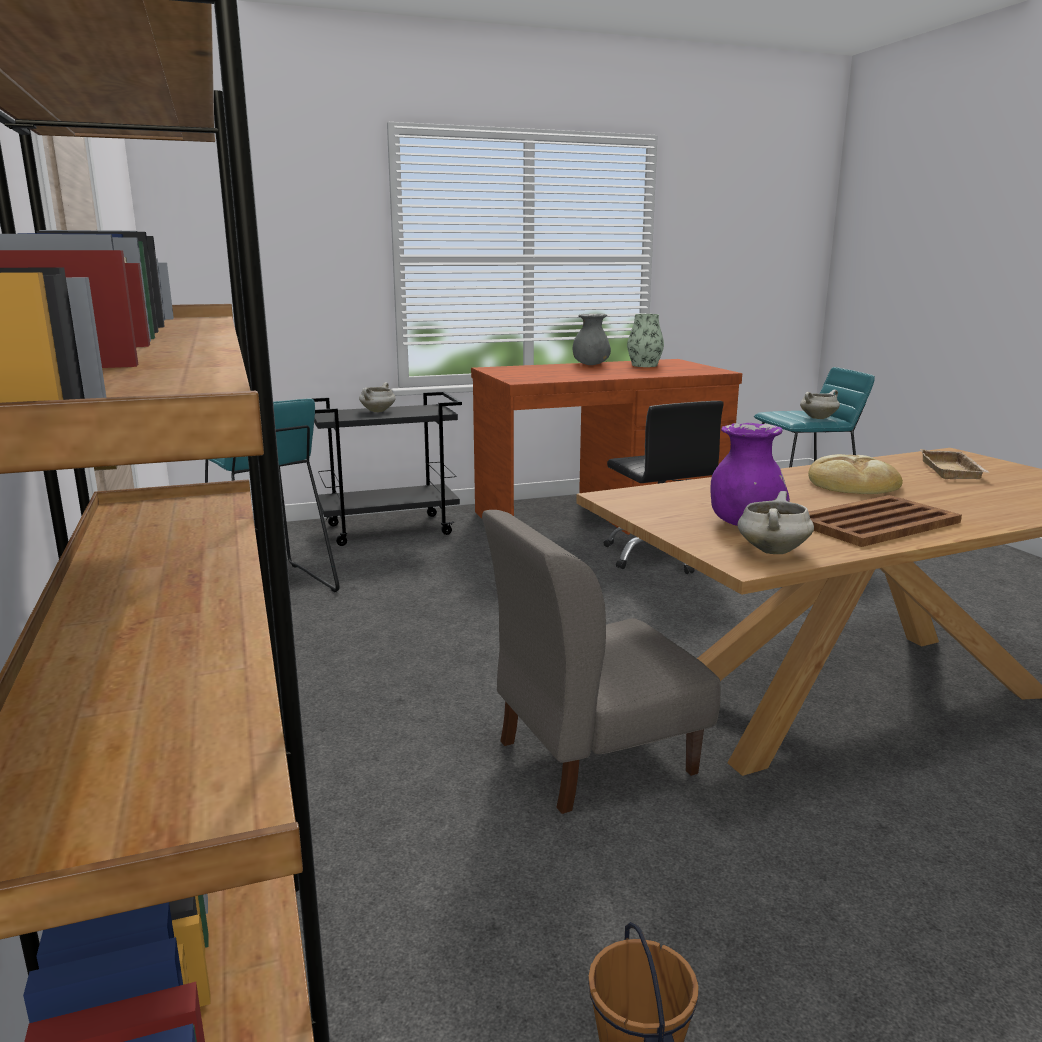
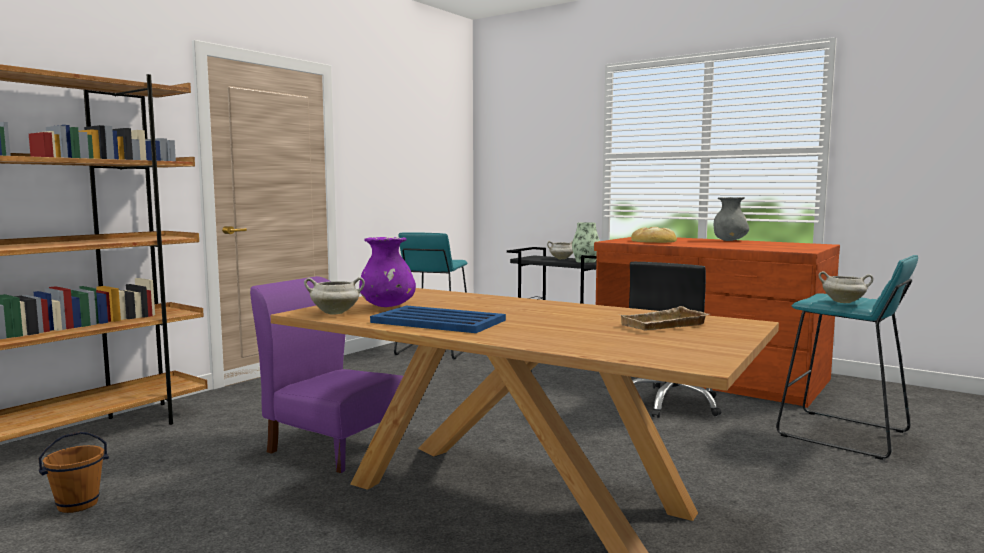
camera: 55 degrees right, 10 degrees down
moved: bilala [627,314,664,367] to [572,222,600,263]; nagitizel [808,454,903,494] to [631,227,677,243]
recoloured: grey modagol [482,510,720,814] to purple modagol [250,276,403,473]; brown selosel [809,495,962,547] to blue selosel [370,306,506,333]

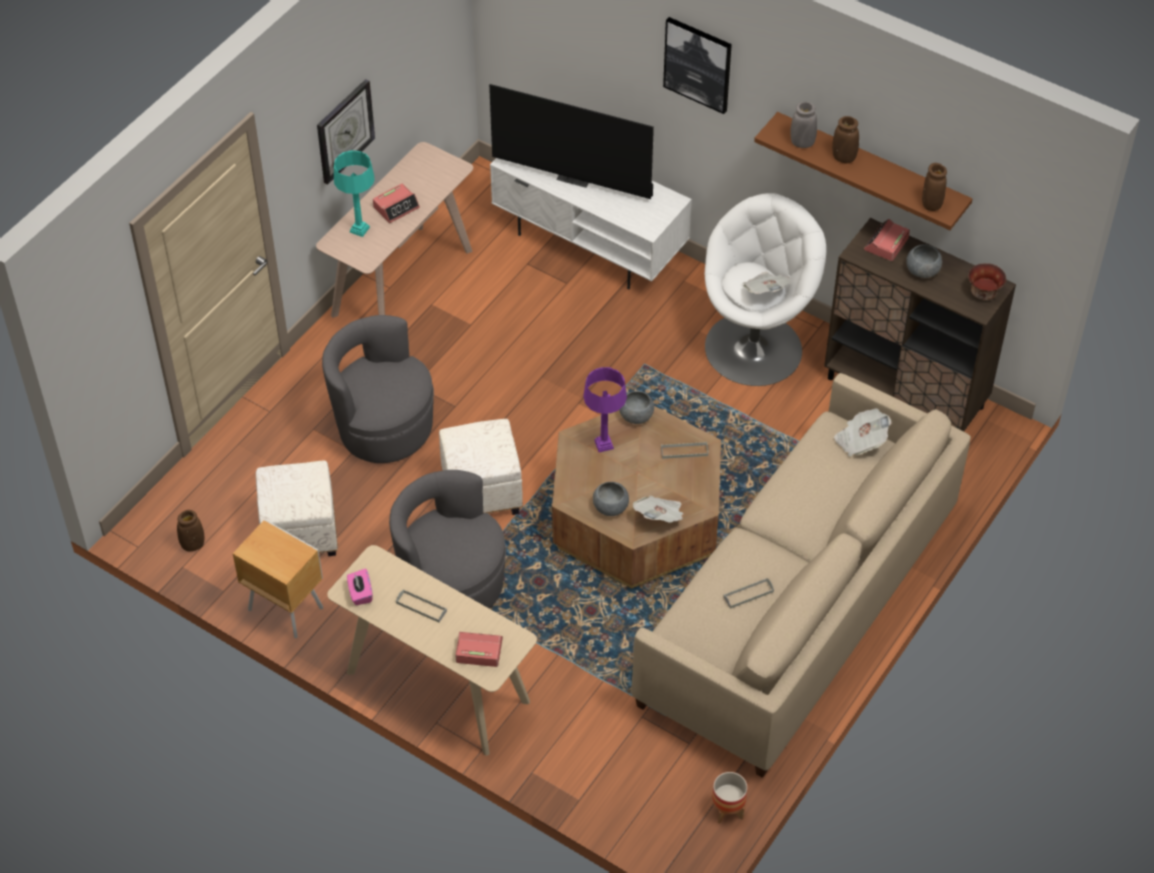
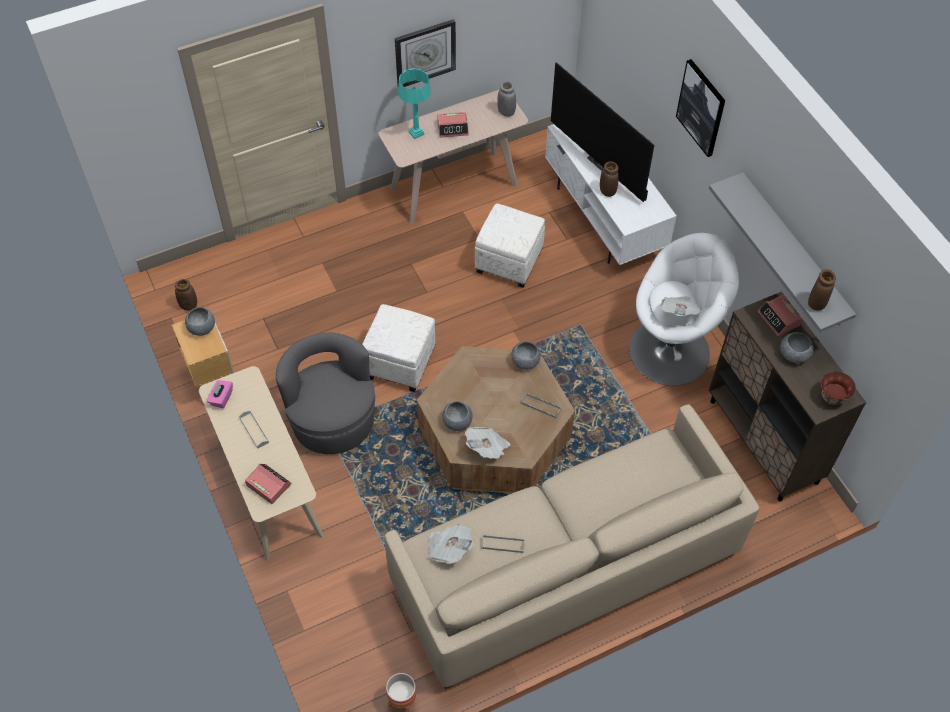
camera: 30 degrees right, 5 degrees up
removed: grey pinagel [322,315,434,463]; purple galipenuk [583,367,627,452]
added: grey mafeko [185,307,215,336]
moved: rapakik [834,408,892,457] to [428,524,473,564]; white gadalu [256,461,338,556] to [475,203,545,288]; grey bilala [790,102,817,148] to [497,81,516,117]; brown bilala [832,116,859,163] to [600,161,619,197]
recoloured: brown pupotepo [754,112,973,230] to grey pupotepo [709,172,856,333]
turned: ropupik [864,219,910,261] = [758,296,802,336] 90 degrees counterclockwise

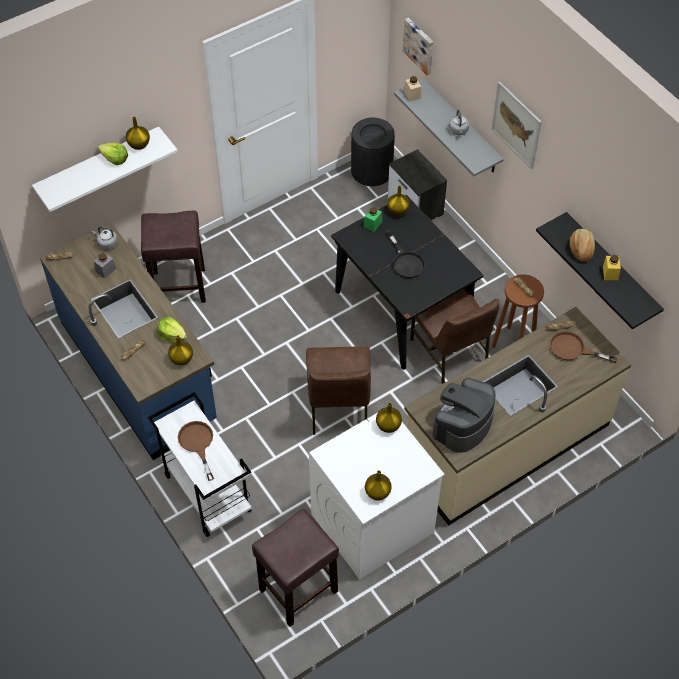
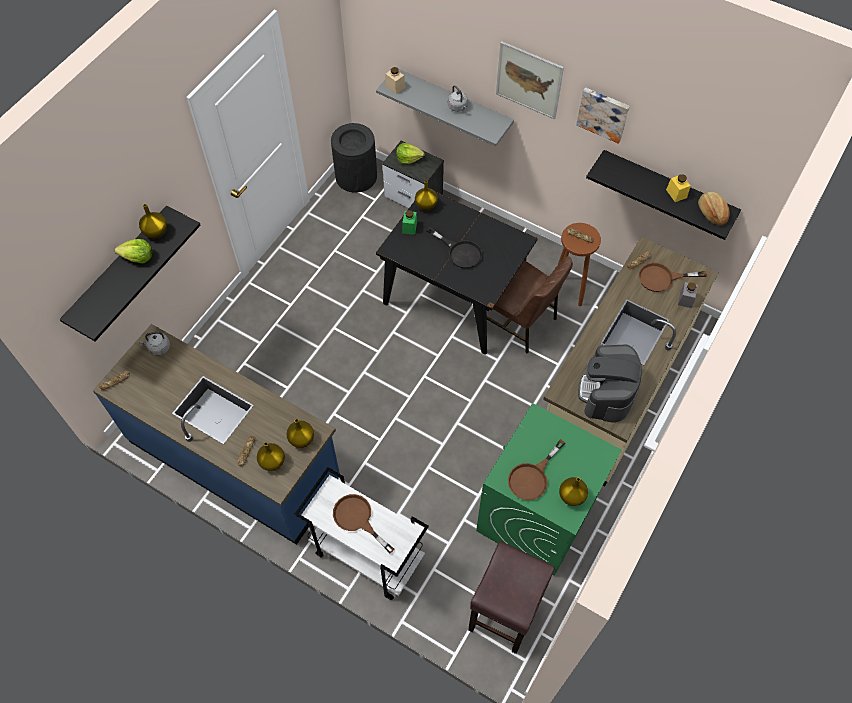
camera: 25 degrees left, 5 degrees up
removed: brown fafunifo [141,211,206,303]; brown modagol [306,346,371,435]
added: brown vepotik [508,439,565,500]
moved: yellow bilala [376,402,402,433] to [257,442,285,471]; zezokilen [157,317,187,342] to [396,143,425,164]; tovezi [403,18,433,76] to [576,87,630,144]; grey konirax [94,253,116,279] to [678,282,698,308]; nagitizel [570,229,595,262] to [698,192,729,225]
recoloured: white pupotepo [32,127,178,212] to black pupotepo [59,206,201,341]; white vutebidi [309,413,445,580] to green vutebidi [476,403,622,576]

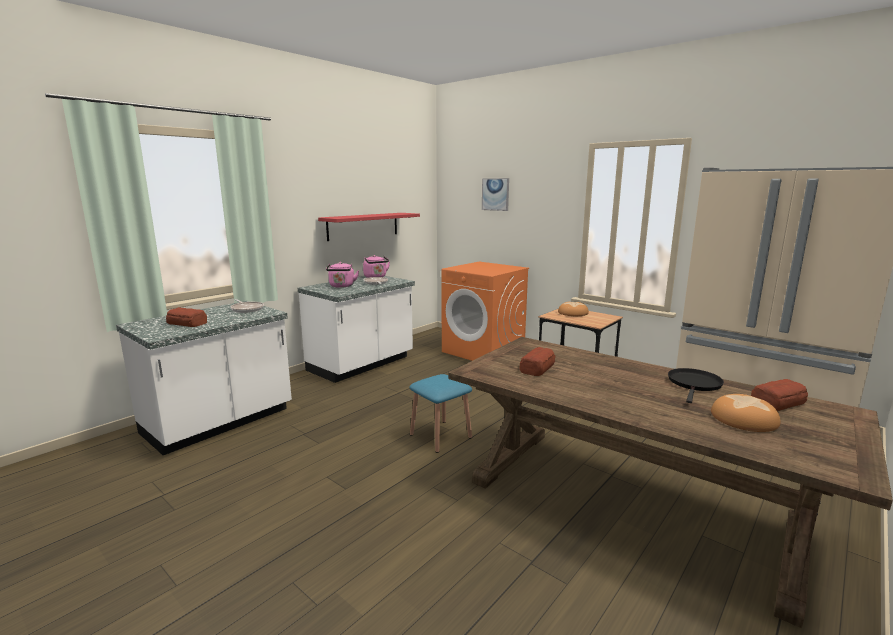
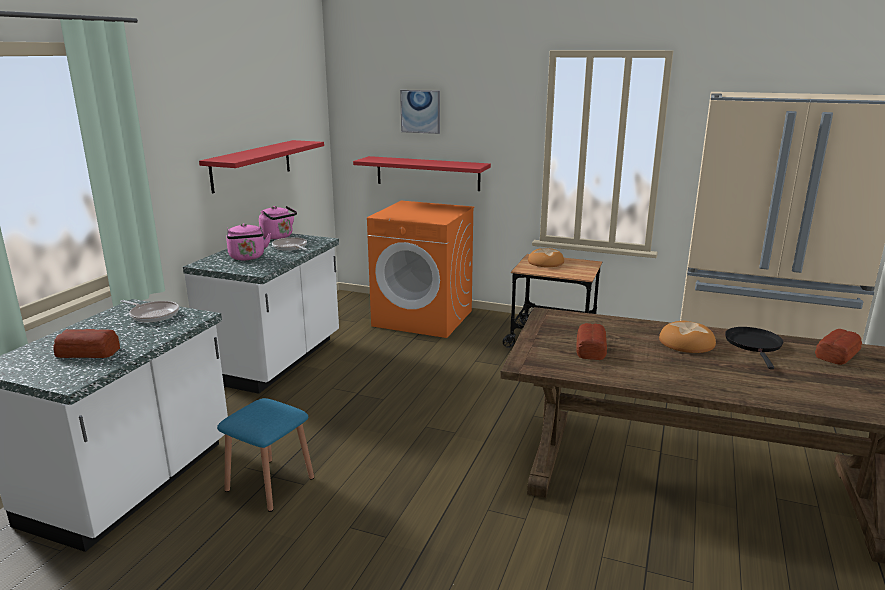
camera: 20 degrees left, 5 degrees up
added: red pupotepo [353,156,491,191]
moved: blue fafunifo [409,374,472,453] to [217,398,314,512]; nagitizel [711,394,780,432] to [659,321,716,353]

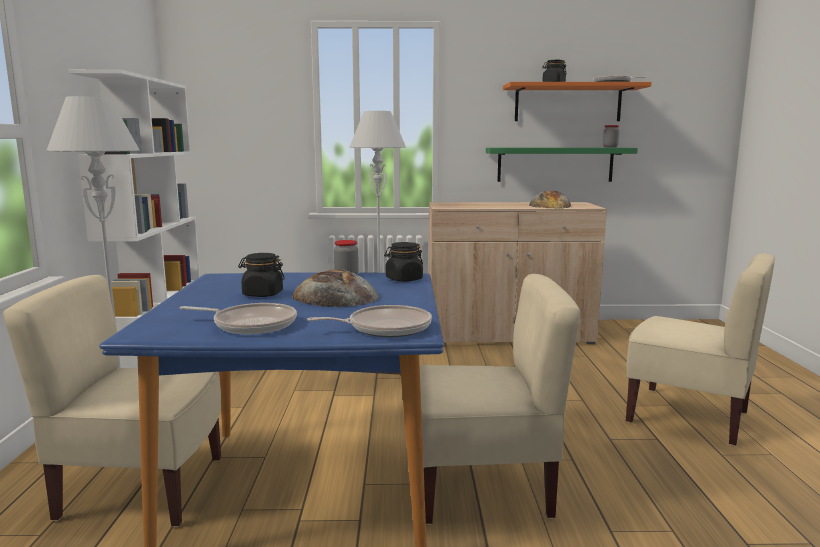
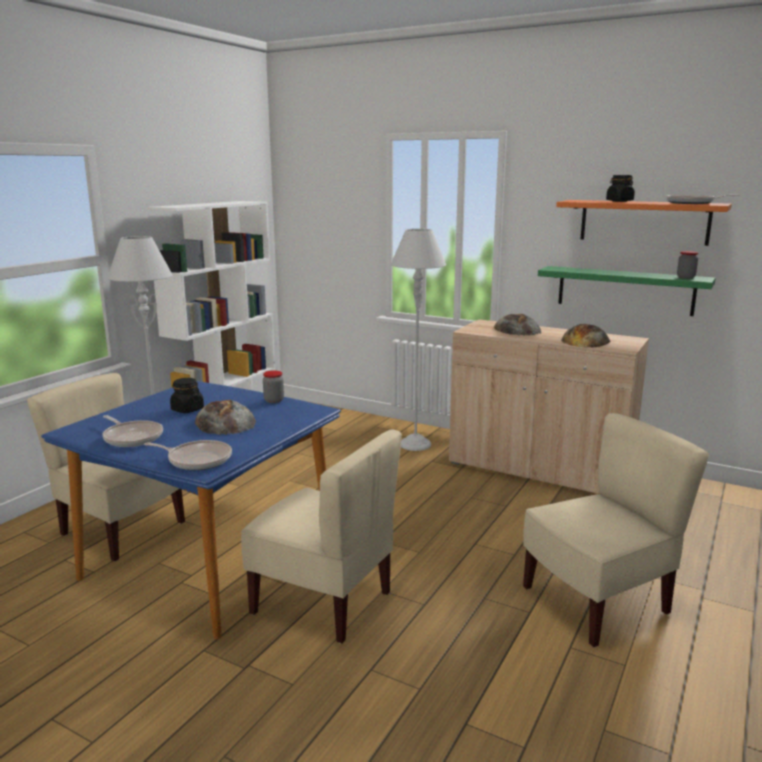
camera: 30 degrees right, 5 degrees up
removed: black konirax [384,242,423,282]
added: nagitizel [494,314,541,336]
turned: beige modagol [626,253,775,446] = [523,413,709,647] 90 degrees counterclockwise

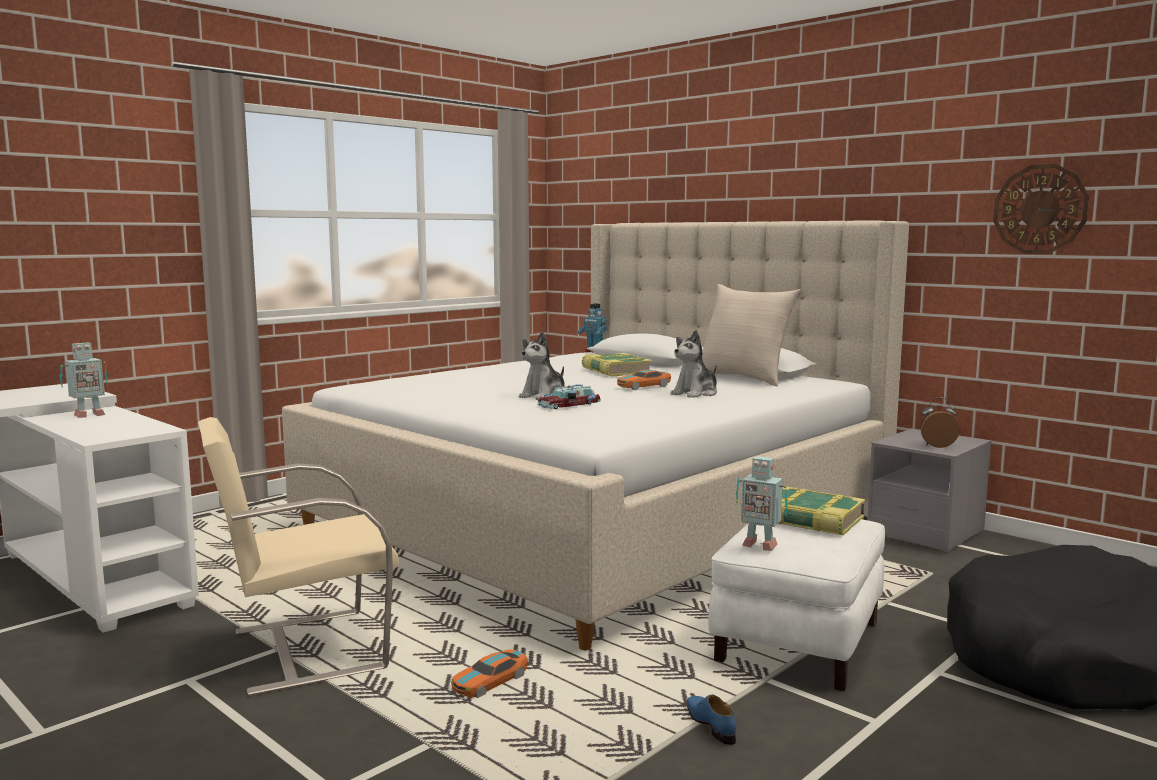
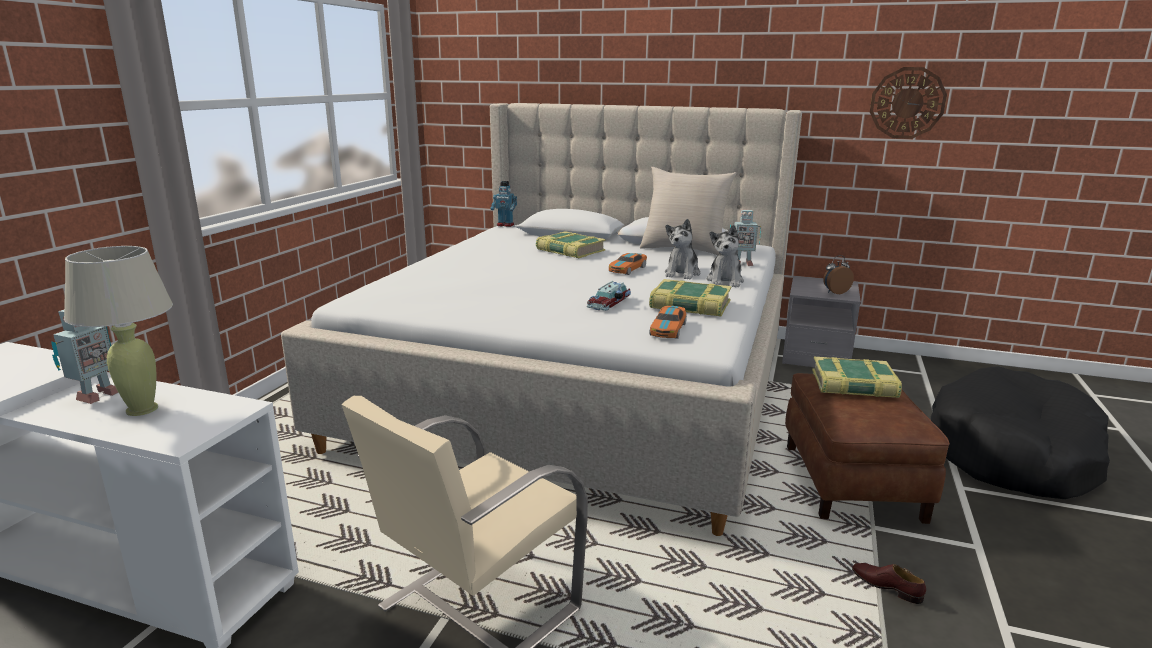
camera: 25 degrees left, 10 degrees up
added: beige galipenuk [64,246,173,416]; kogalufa [649,279,732,317]
moved: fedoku [451,649,528,698] to [650,306,687,339]; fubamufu [519,332,565,400] to [707,225,744,287]; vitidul [736,456,788,551] to [730,210,761,266]
recoloured: white gadalu [708,519,885,691] to brown gadalu [785,373,950,524]; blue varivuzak [687,695,737,745] to brown varivuzak [852,563,926,604]

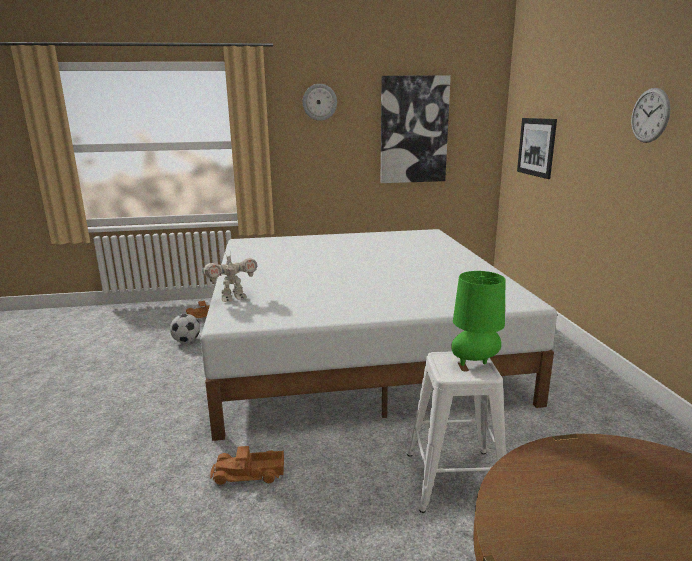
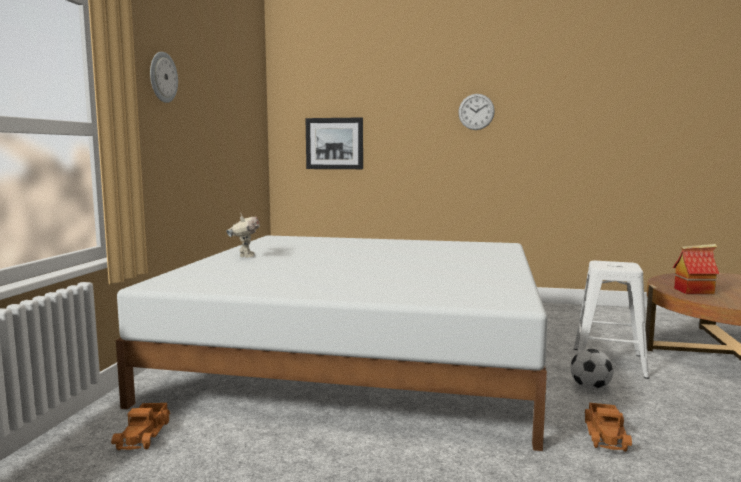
camera: 70 degrees left, 10 degrees down
removed: tovezi [381,75,451,183]; green galipenuk [451,271,506,366]
added: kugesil [673,244,719,294]
moved: vitidul [202,253,257,302] to [227,213,260,258]; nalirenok [170,314,200,343] to [570,349,614,390]

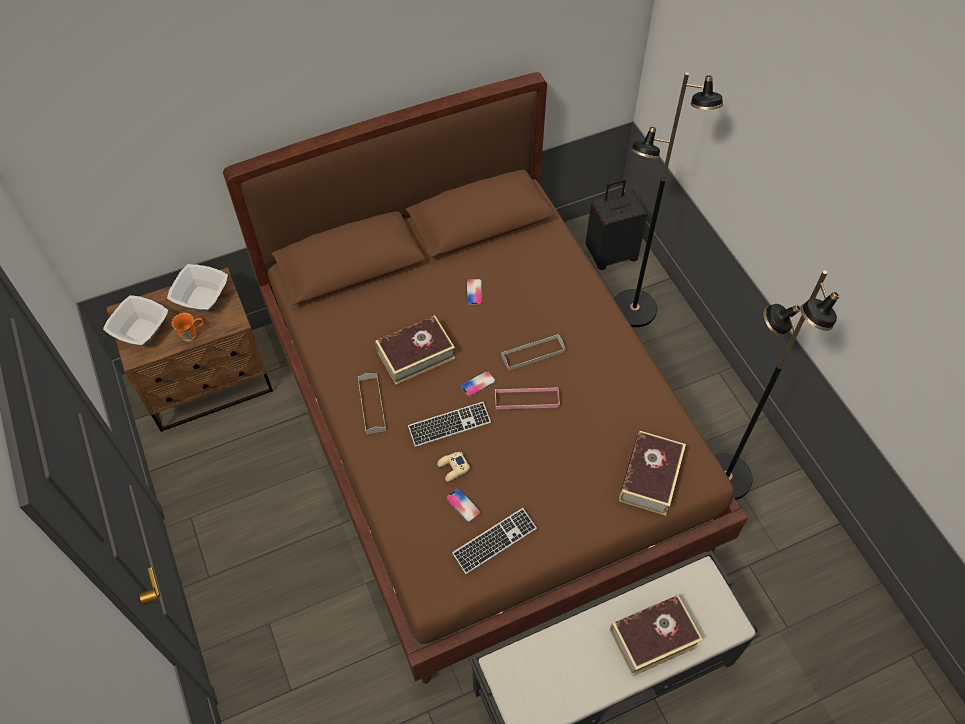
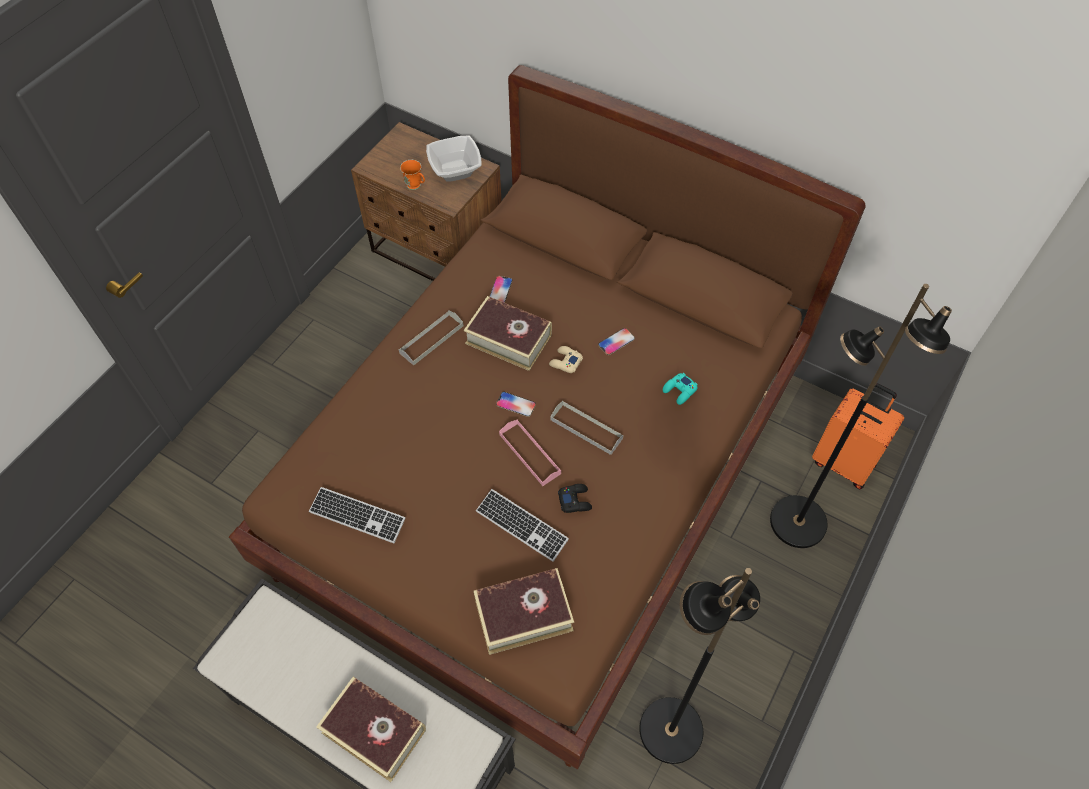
camera: 55 degrees right, 0 degrees up
removed: mafeko [103,295,168,346]
added: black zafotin [558,484,592,513]; turquoise zafotin [663,373,698,405]
moved: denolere [408,402,491,447] to [476,489,569,562]; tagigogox [446,488,480,522] to [489,276,512,303]; beige zafotin [437,452,470,482] to [549,346,583,373]
recoloured: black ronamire [586,179,647,270] to orange ronamire [812,383,904,489]

